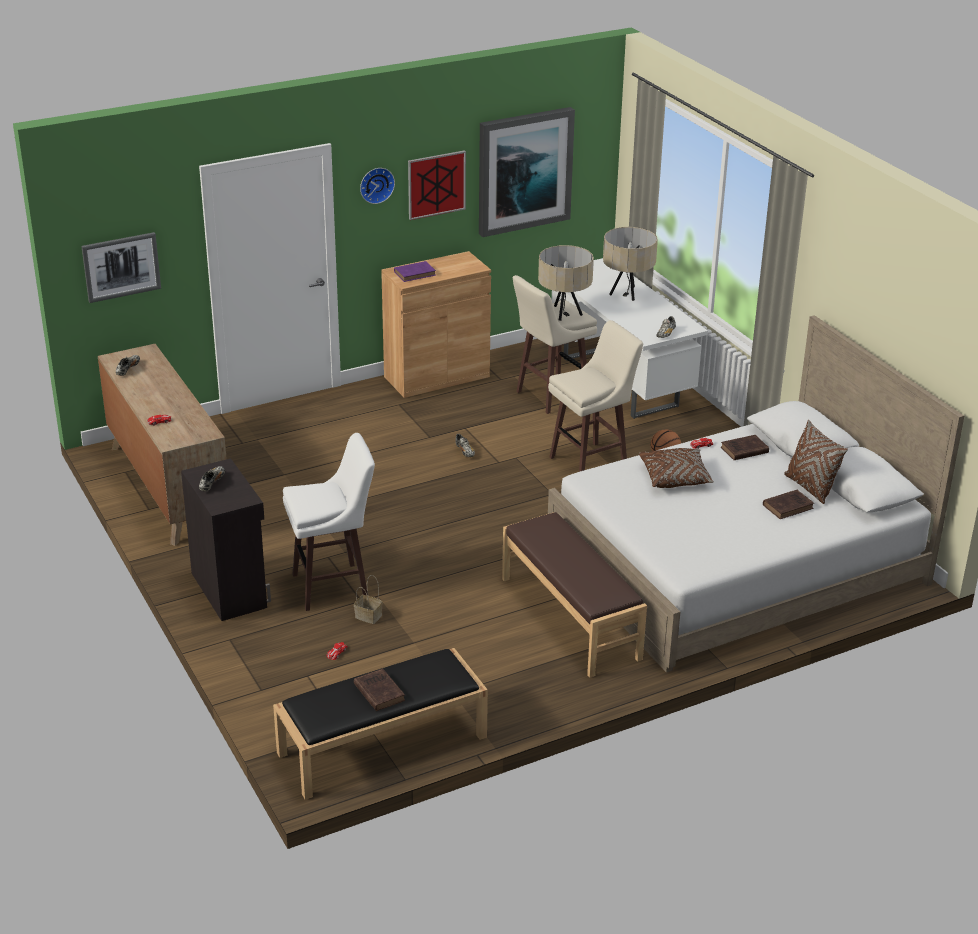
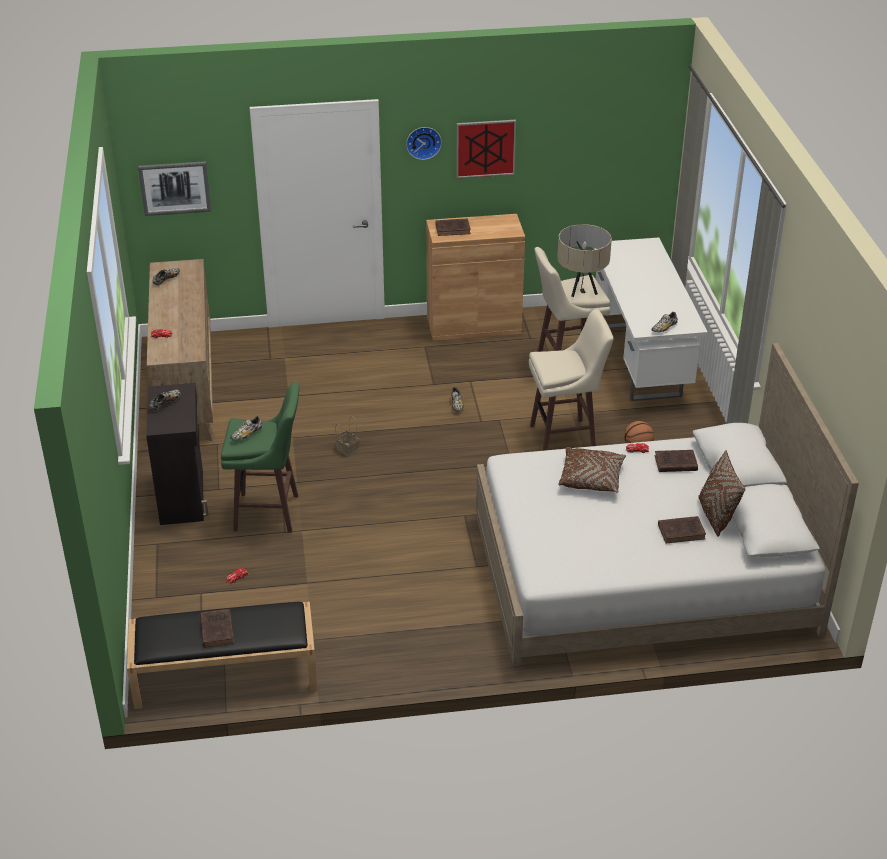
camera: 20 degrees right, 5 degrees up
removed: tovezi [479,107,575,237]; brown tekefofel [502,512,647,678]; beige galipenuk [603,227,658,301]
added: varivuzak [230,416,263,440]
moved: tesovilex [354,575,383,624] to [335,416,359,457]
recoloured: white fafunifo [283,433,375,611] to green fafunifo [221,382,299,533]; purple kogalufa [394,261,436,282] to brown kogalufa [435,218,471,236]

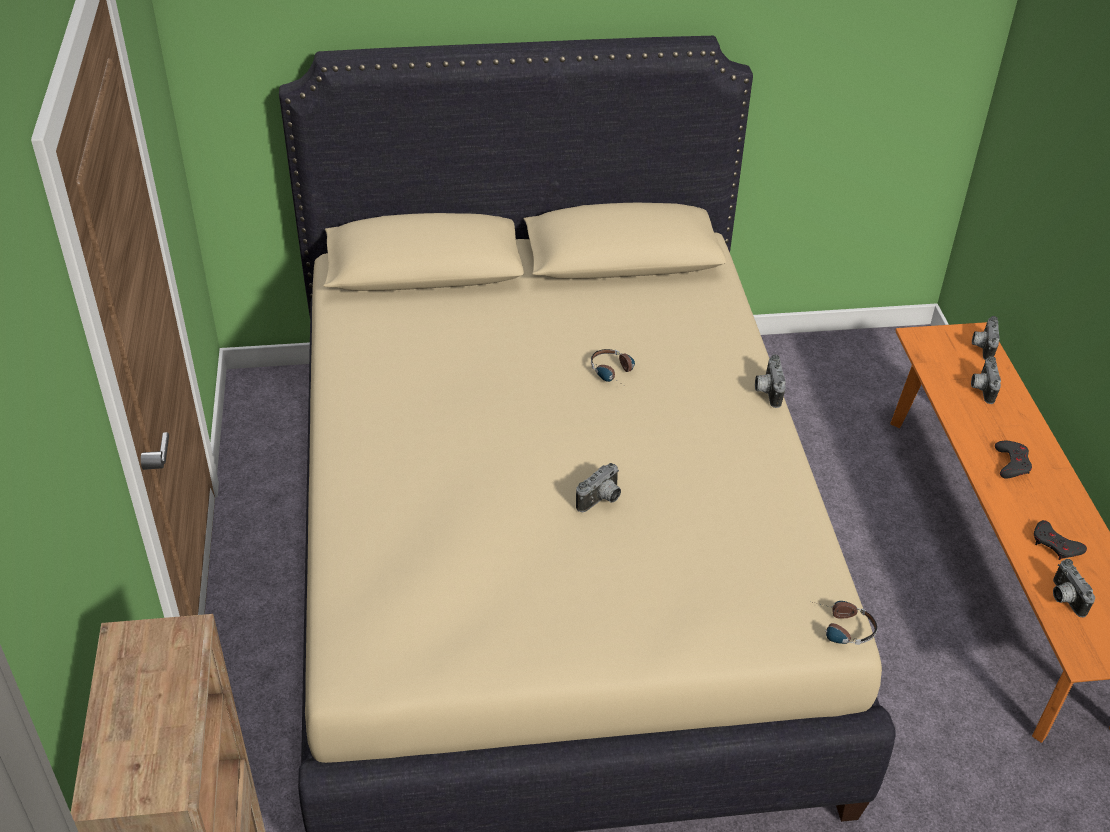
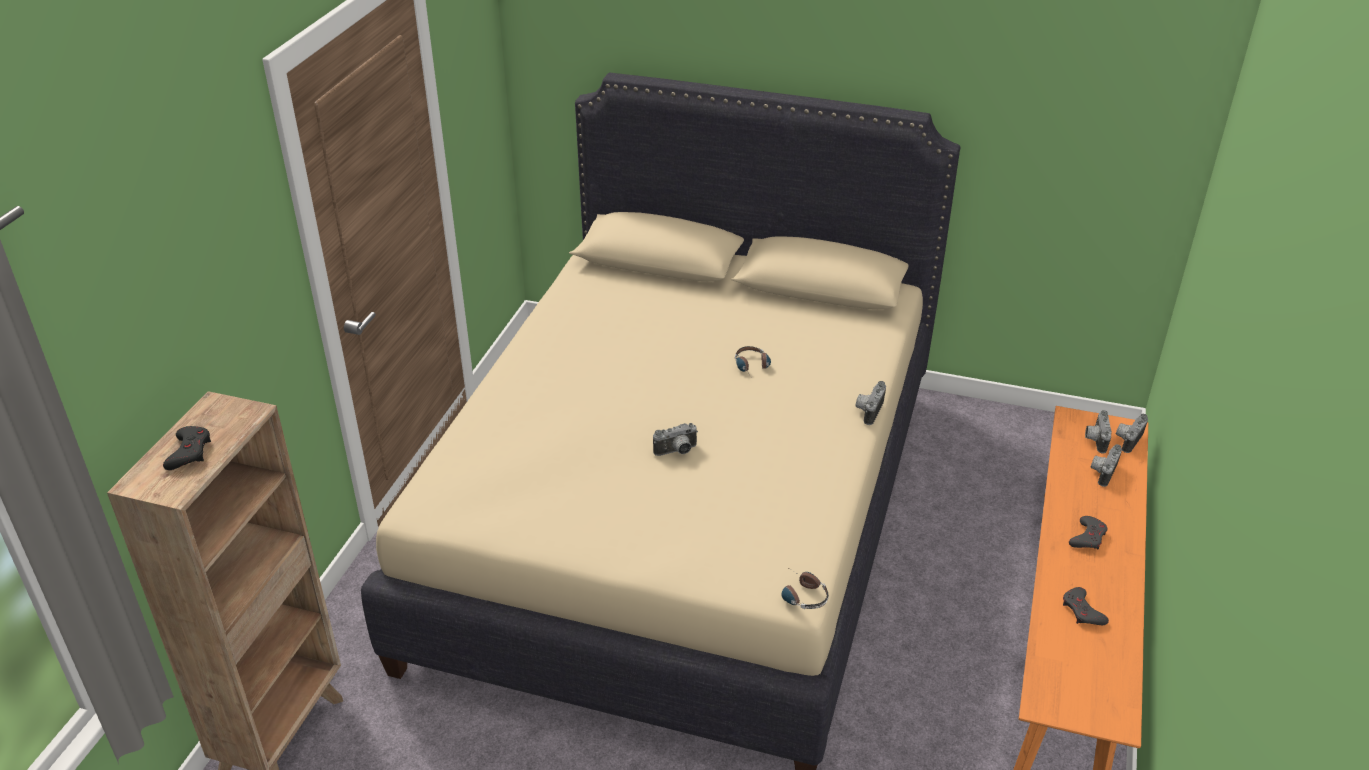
camera: 25 degrees right, 5 degrees down
added: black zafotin [163,426,211,470]
moved: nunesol [1053,559,1095,618] to [1085,410,1112,453]

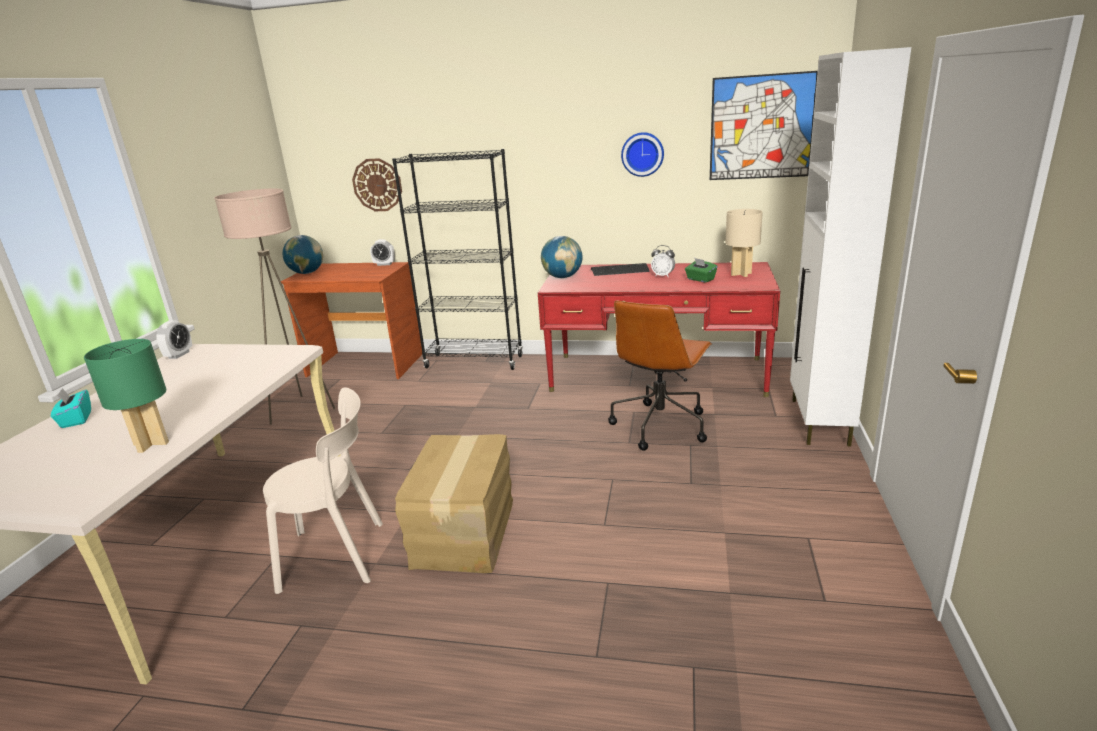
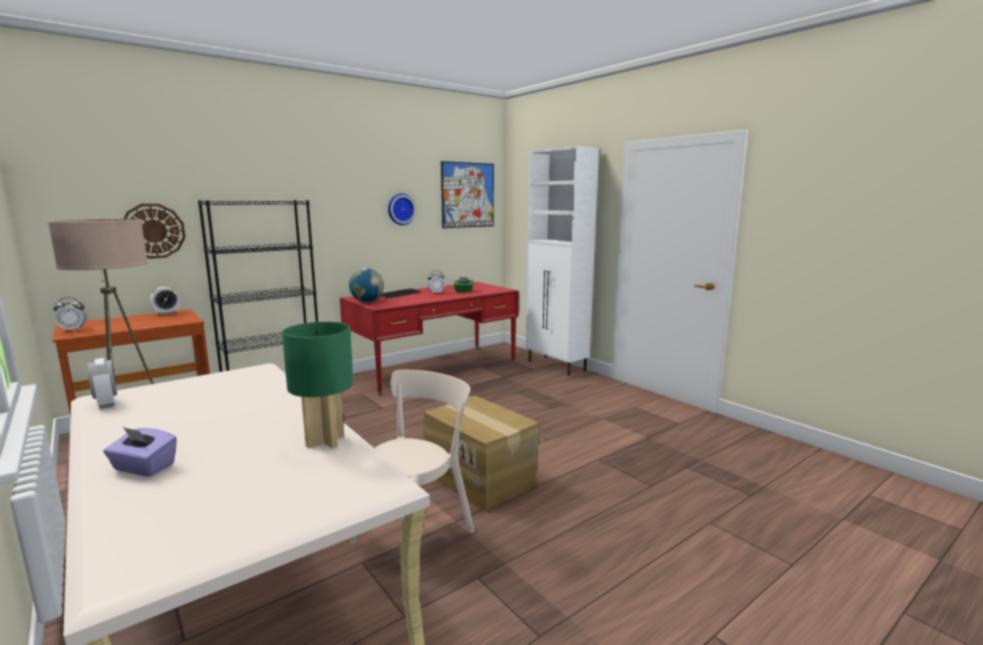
camera: 50 degrees left, 10 degrees down
removed: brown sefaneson [608,300,712,451]; beige galipenuk [726,209,763,277]
replaced: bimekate [283,235,323,274] to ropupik [53,297,87,332]
recoloured: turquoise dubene [51,388,91,428] to purple dubene [103,427,177,476]

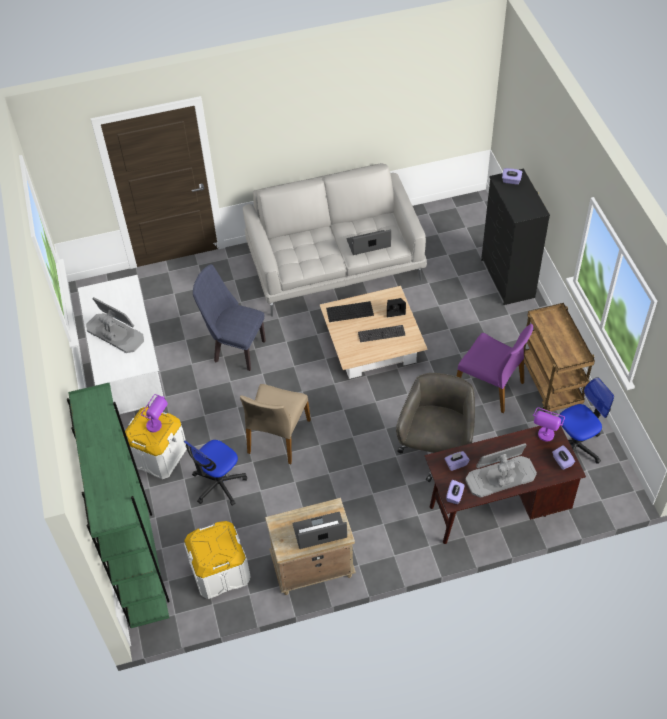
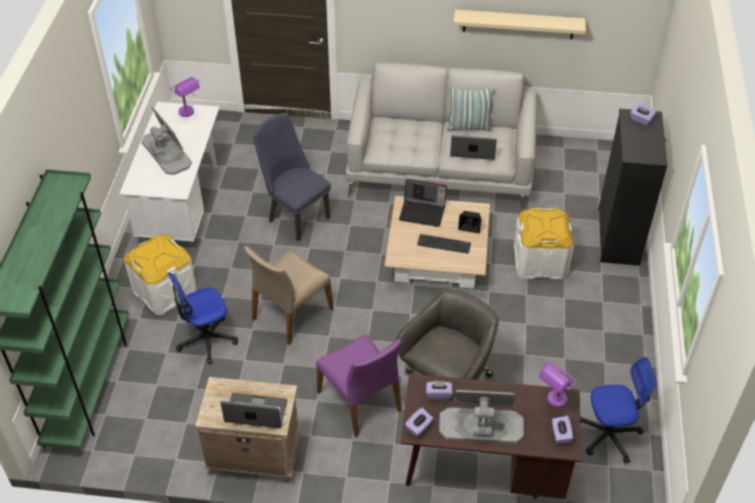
camera: 20 degrees right, 5 degrees down
removed: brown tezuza [524,303,595,412]
added: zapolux [447,88,495,131]; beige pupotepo [453,9,586,39]
moved: purple galipenuk [141,394,168,432] to [170,77,200,117]; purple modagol [457,324,533,413] to [316,334,402,437]; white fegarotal [184,521,251,599] to [514,207,573,279]
replaced: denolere [326,301,374,322] to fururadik [399,179,447,227]

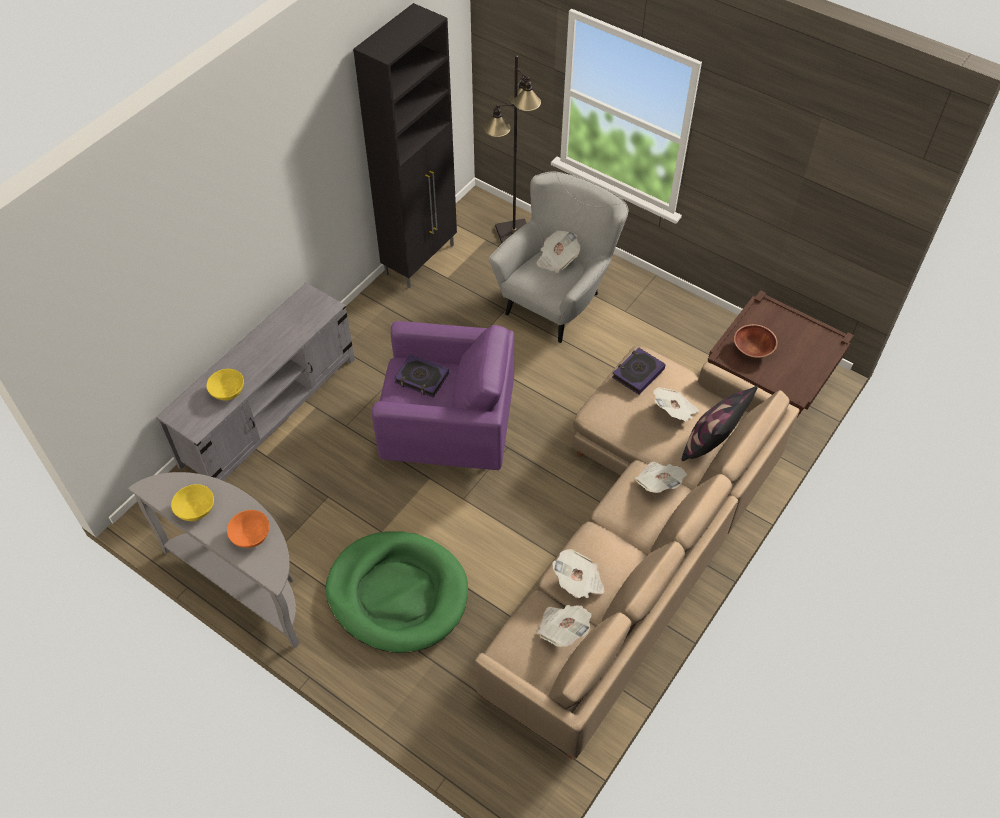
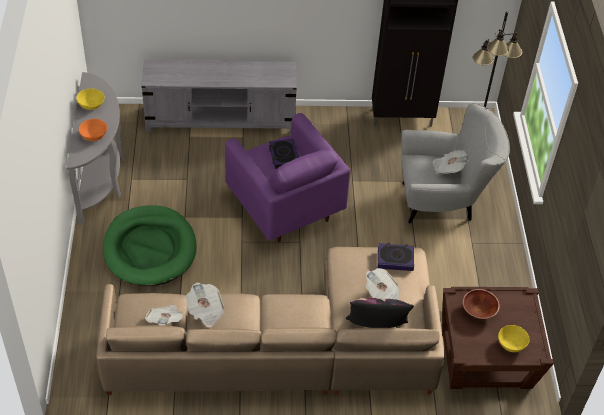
camera: 50 degrees right, 5 degrees down
removed: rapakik [635,462,687,493]
moved: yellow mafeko [206,369,244,401] to [498,325,530,352]

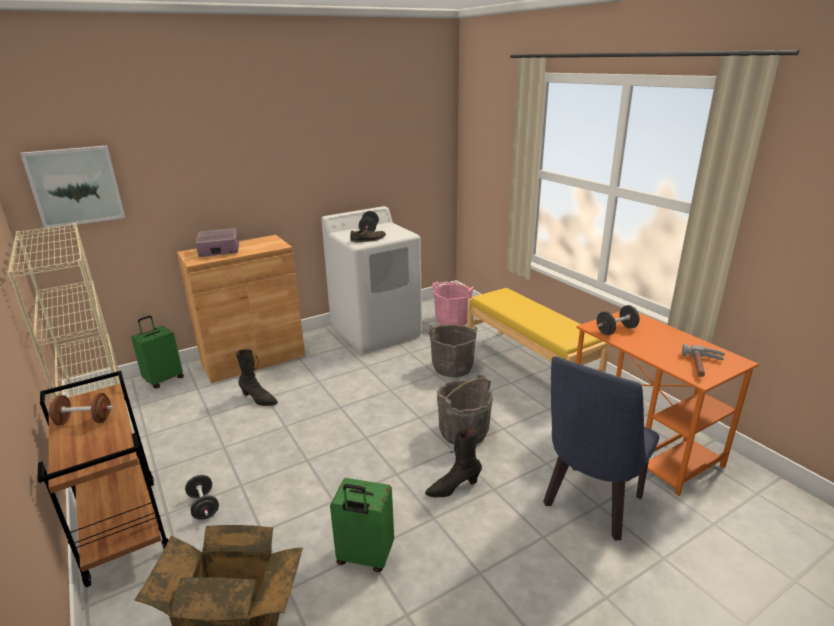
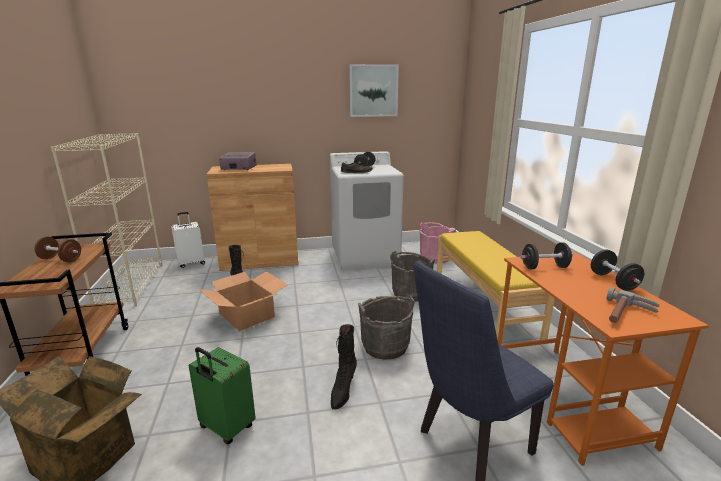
camera: 20 degrees right, 5 degrees down
added: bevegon [198,271,288,331]
moved: tovezi [20,145,125,229] to [349,64,399,117]; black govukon [185,475,219,520] to [591,250,644,291]
recoloured: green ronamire [131,315,184,388] to white ronamire [171,212,205,268]
turned: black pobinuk [425,427,482,497] = [331,324,357,409] 75 degrees counterclockwise

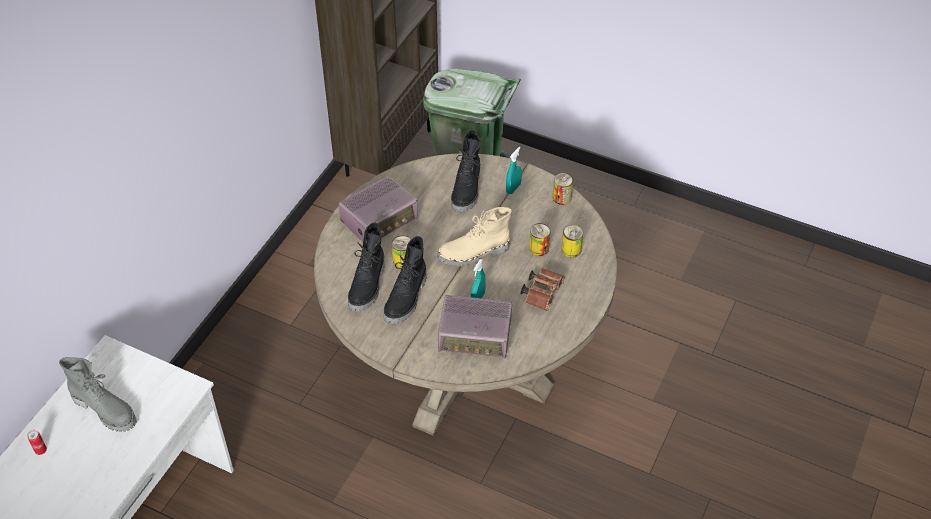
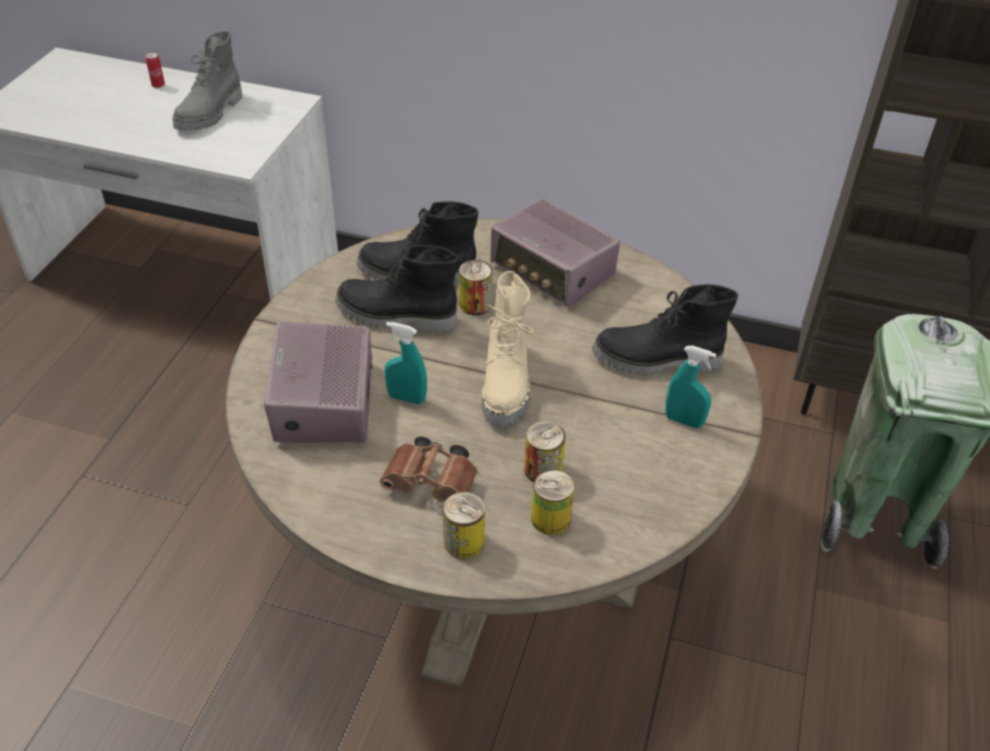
camera: 80 degrees right, 5 degrees down
moved: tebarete [553,173,573,205] to [443,492,485,559]
turned: beige pobinuk [437,207,512,266] = [482,271,534,426] 150 degrees counterclockwise

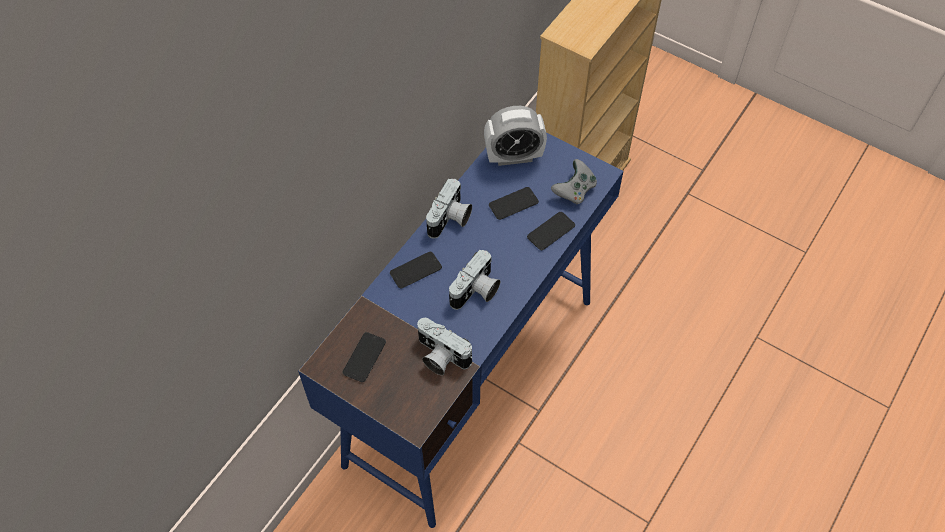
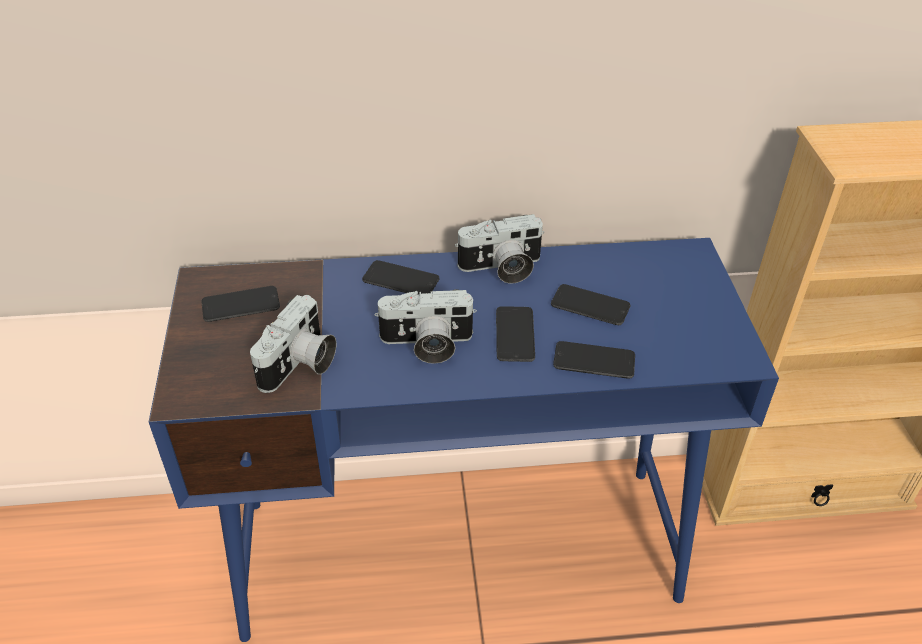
camera: 50 degrees right, 15 degrees down
removed: ropupik [484,106,547,166]; grey zafotin [551,159,597,205]
added: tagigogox [496,306,535,362]
turned: nunesol [417,318,472,375] = [250,295,336,393] 150 degrees counterclockwise

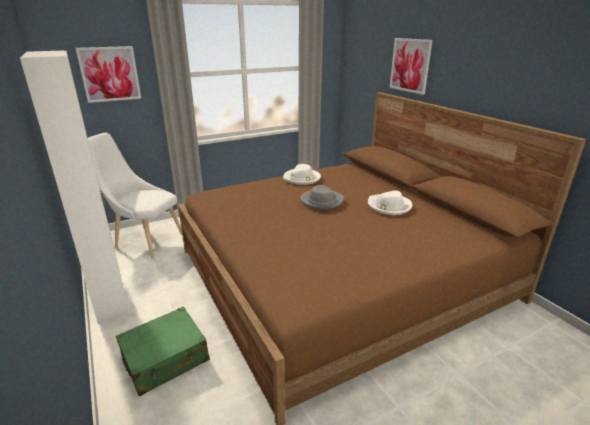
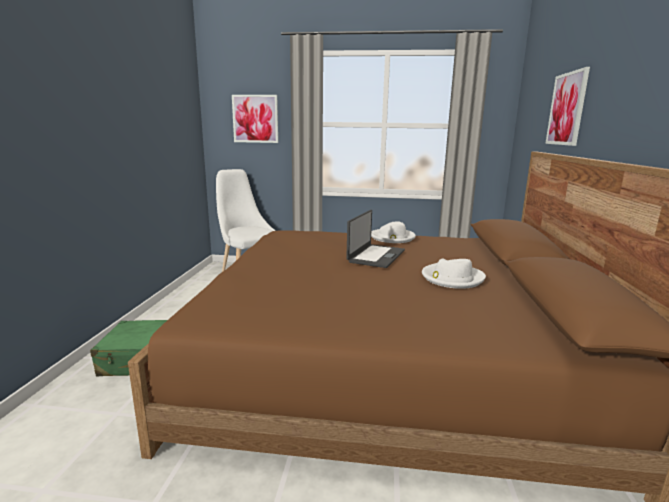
camera: 35 degrees right, 10 degrees down
removed: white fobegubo [20,51,128,324]
replaced: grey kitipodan [301,185,344,210] to fururadik [346,210,405,268]

